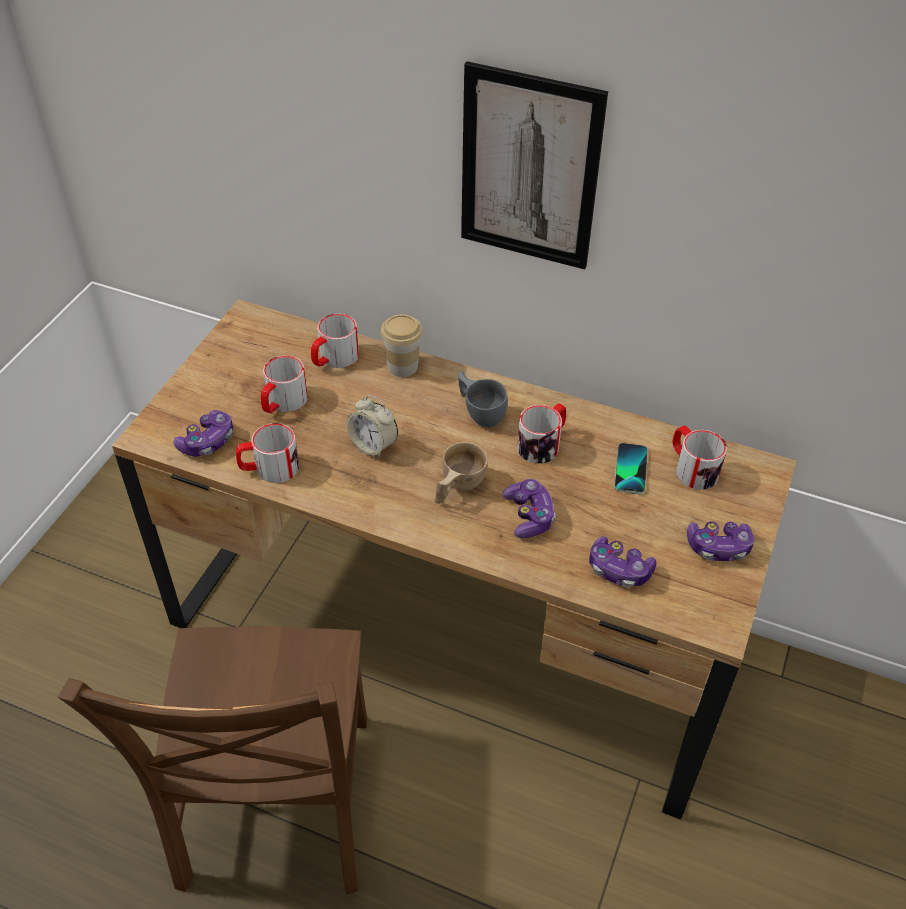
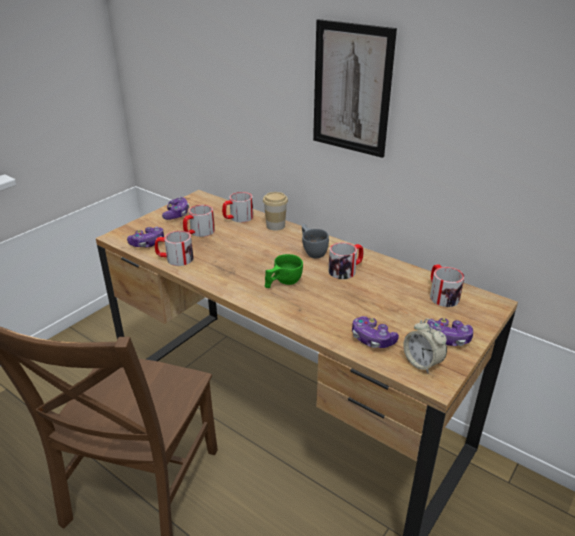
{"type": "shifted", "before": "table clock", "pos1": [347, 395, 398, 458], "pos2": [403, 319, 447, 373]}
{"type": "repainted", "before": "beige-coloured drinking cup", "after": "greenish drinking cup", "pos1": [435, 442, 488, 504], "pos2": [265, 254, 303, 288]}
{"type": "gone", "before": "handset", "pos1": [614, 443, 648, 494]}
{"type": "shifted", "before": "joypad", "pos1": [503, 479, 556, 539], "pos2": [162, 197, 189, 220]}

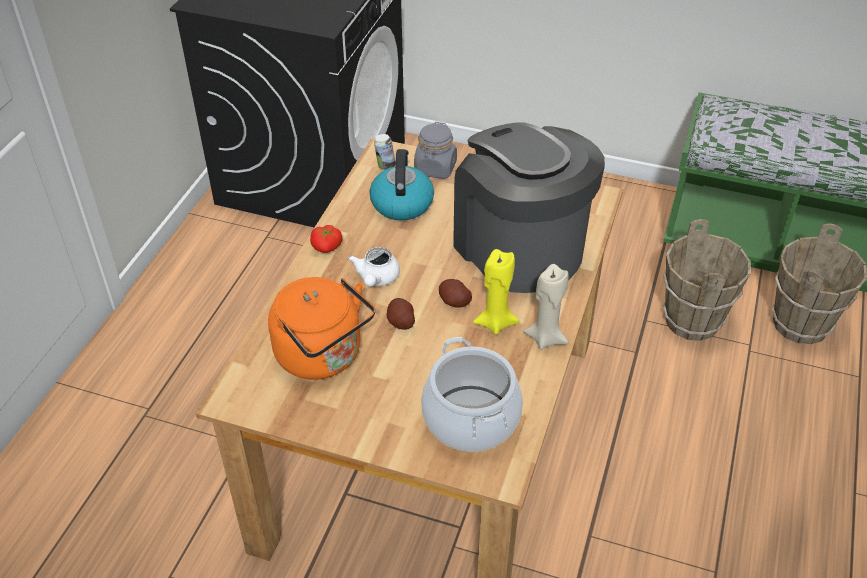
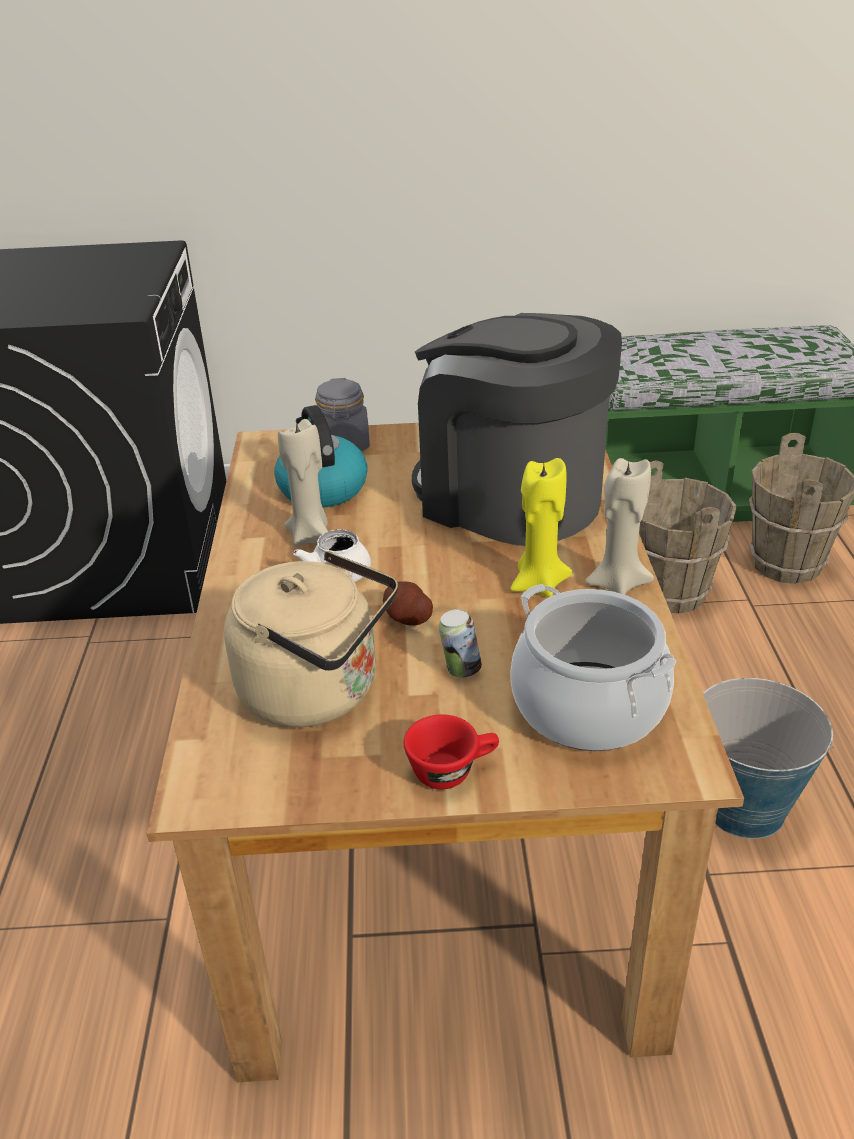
{"type": "shifted", "before": "sealed can", "pos1": [374, 134, 396, 170], "pos2": [439, 609, 482, 678]}
{"type": "gone", "before": "fresh tomato", "pos1": [310, 225, 343, 253]}
{"type": "repainted", "before": "orangey kettle", "after": "beige-coloured kettle", "pos1": [268, 277, 375, 380], "pos2": [224, 551, 398, 727]}
{"type": "gone", "before": "potato", "pos1": [439, 279, 472, 308]}
{"type": "new", "after": "beige-coloured wax candle", "pos2": [278, 419, 328, 547]}
{"type": "new", "after": "bucket", "pos2": [703, 678, 834, 839]}
{"type": "new", "after": "reddish drinking cup", "pos2": [404, 714, 499, 789]}

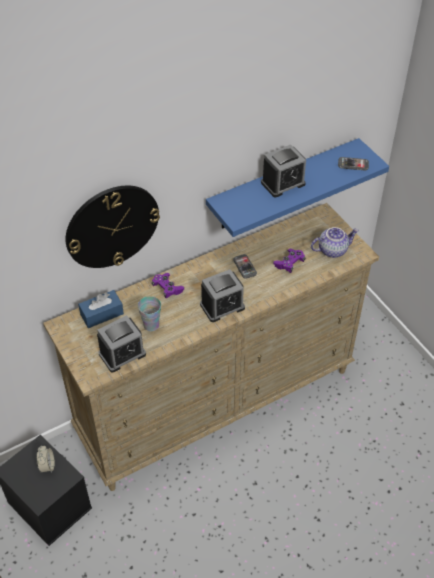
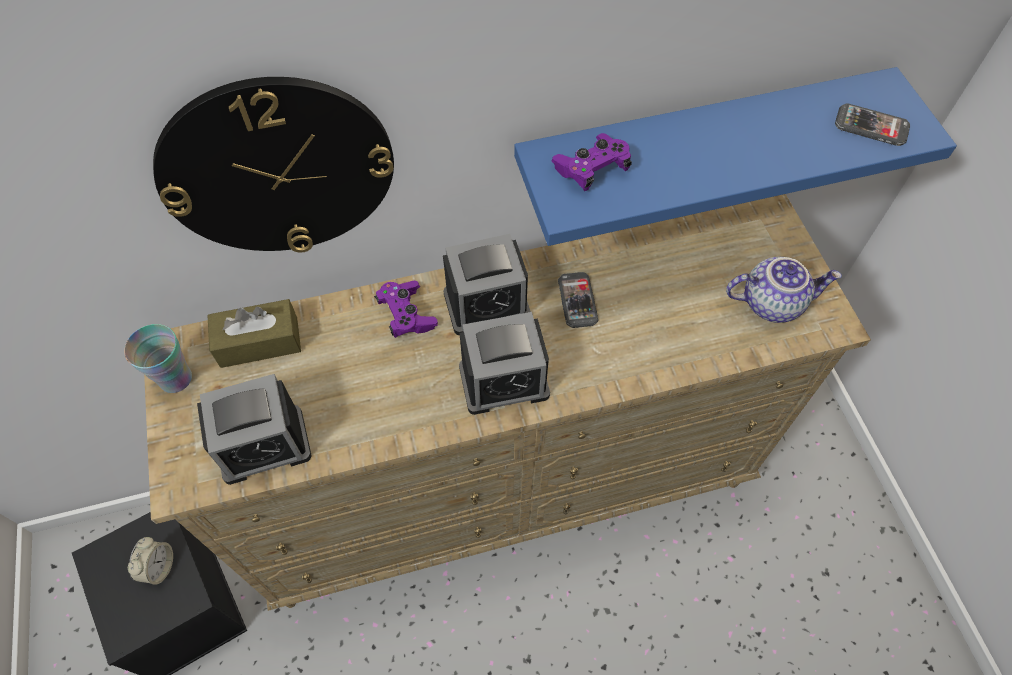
{"type": "shifted", "before": "table clock", "pos1": [261, 145, 306, 198], "pos2": [443, 234, 531, 335]}
{"type": "shifted", "before": "purple joypad", "pos1": [273, 249, 306, 273], "pos2": [551, 133, 632, 191]}
{"type": "repainted", "before": "blue box of tissues", "after": "brown box of tissues", "pos1": [78, 290, 124, 328], "pos2": [207, 299, 301, 368]}
{"type": "shifted", "before": "drinking cup", "pos1": [138, 296, 161, 331], "pos2": [124, 324, 192, 393]}

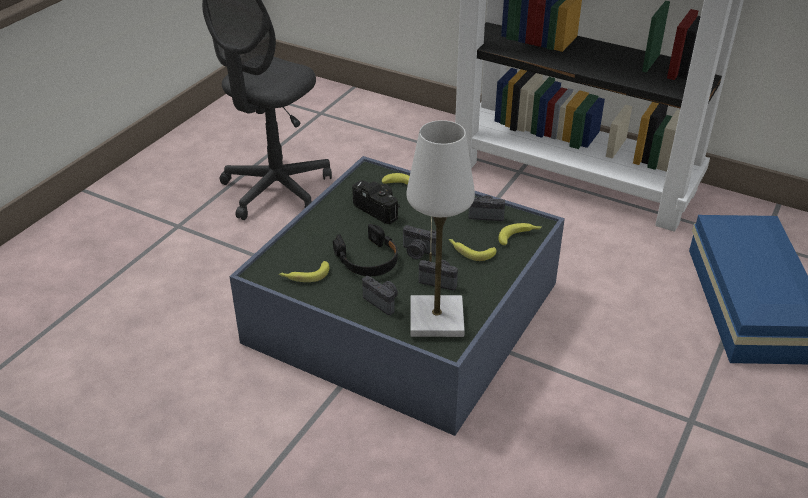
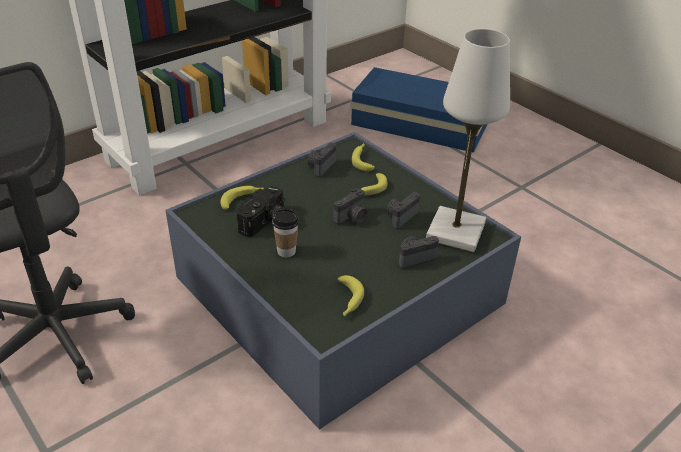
{"type": "rotated", "before": "photo camera", "pos1": [352, 180, 400, 224], "pos2": [237, 186, 287, 237], "turn": 150}
{"type": "gone", "before": "blackish pair of headphones", "pos1": [333, 224, 398, 276]}
{"type": "new", "after": "drinking cup", "pos2": [272, 209, 299, 257]}

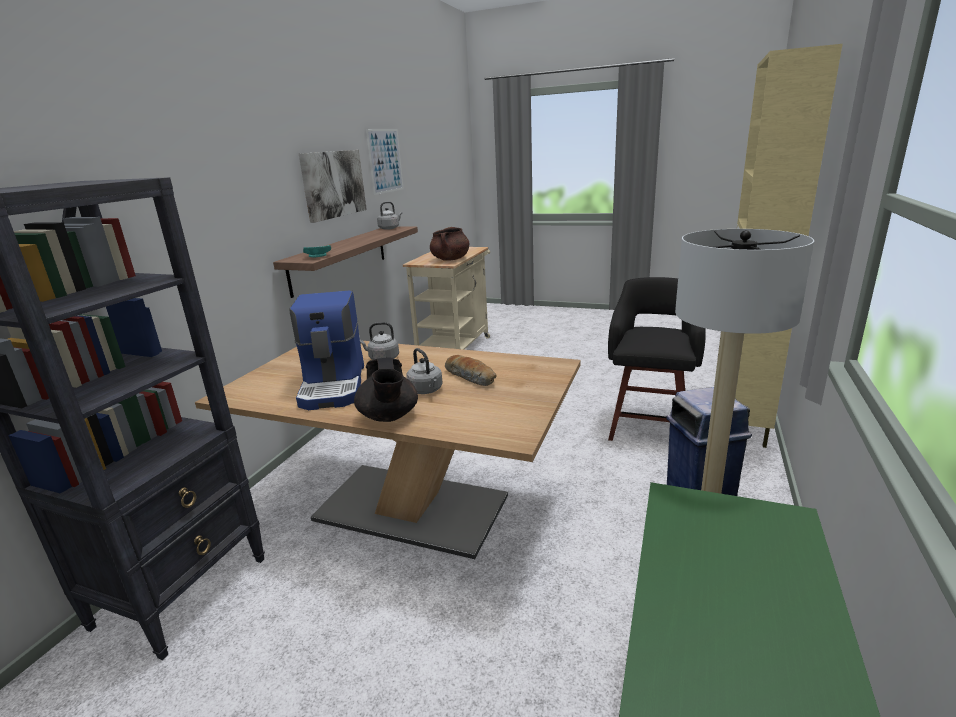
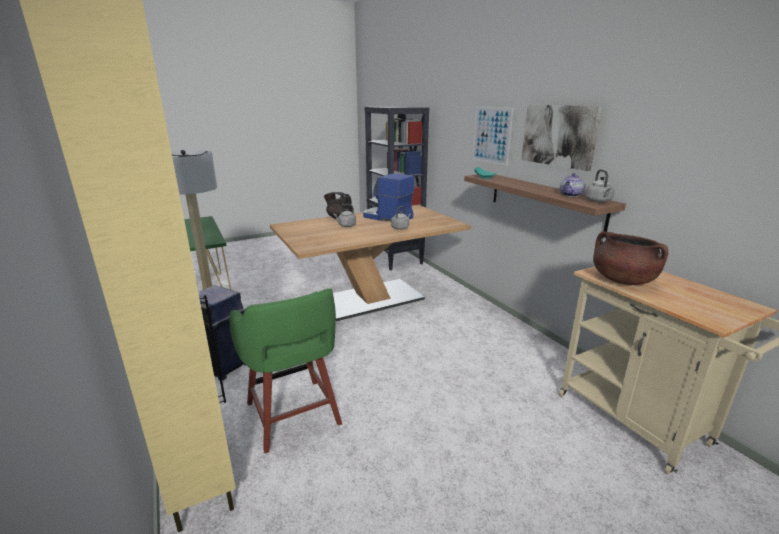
{"type": "shifted", "before": "picture", "pos1": [366, 129, 404, 195], "pos2": [473, 106, 513, 166]}
{"type": "repainted", "before": "blackish stool", "after": "greenish stool", "pos1": [608, 277, 706, 441], "pos2": [230, 288, 342, 453]}
{"type": "gone", "before": "baked bread", "pos1": [445, 355, 497, 386]}
{"type": "new", "after": "pot for tea", "pos2": [560, 173, 584, 197]}

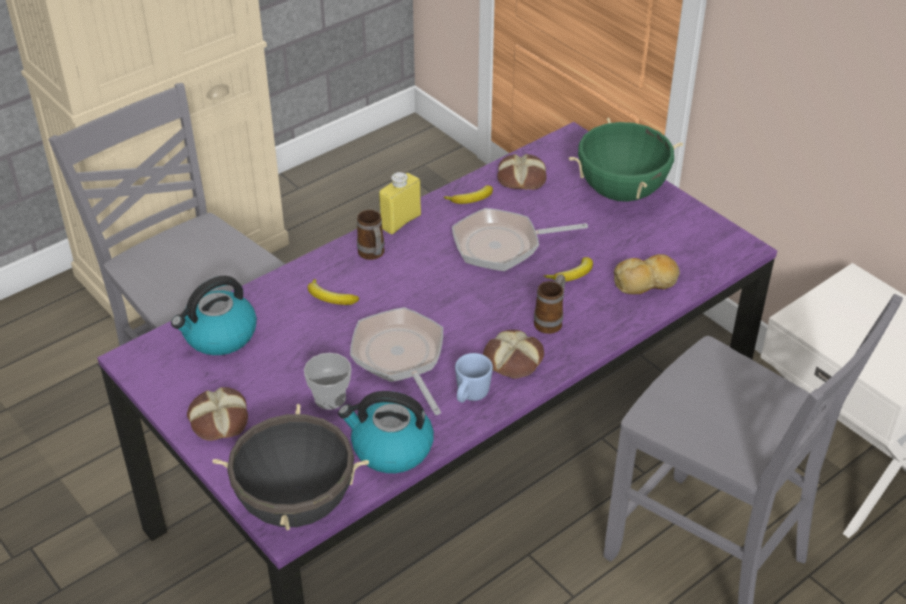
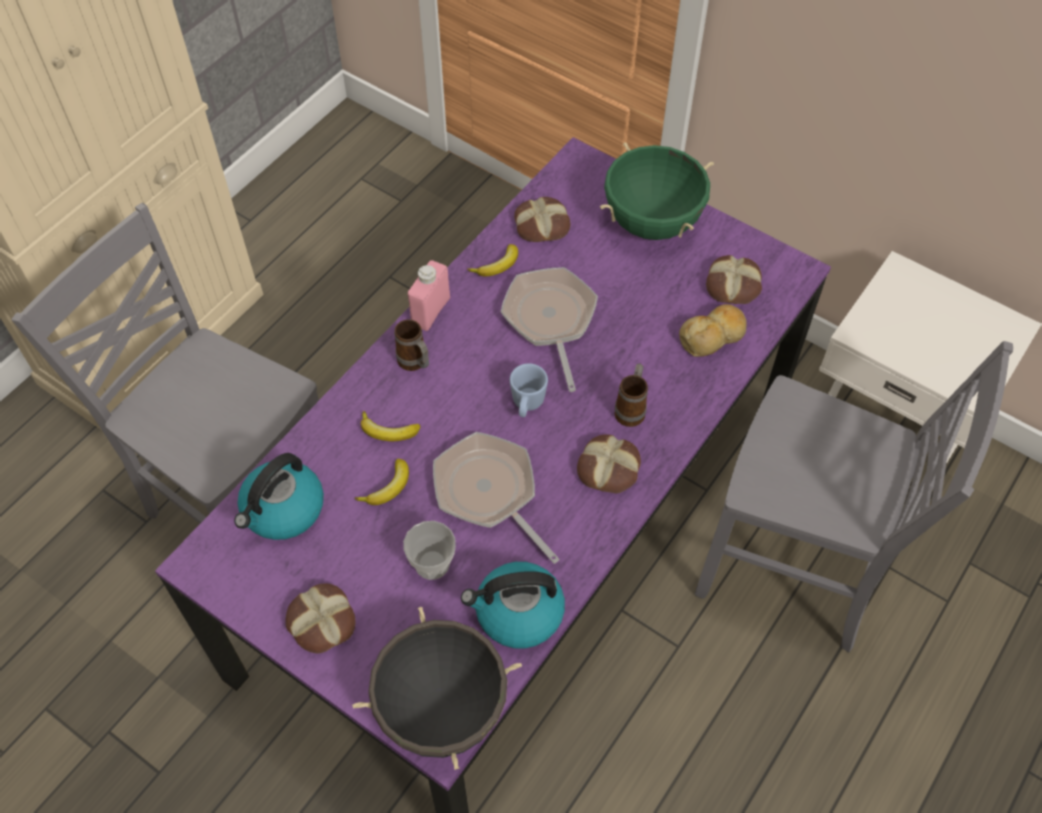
{"type": "repainted", "before": "yellow drink bottle", "after": "pink-coloured drink bottle", "pos1": [379, 172, 421, 234], "pos2": [408, 260, 450, 331]}
{"type": "rotated", "before": "pan", "pos1": [452, 208, 588, 271], "pos2": [501, 267, 598, 392], "turn": 105}
{"type": "shifted", "before": "whole banana", "pos1": [544, 257, 593, 282], "pos2": [355, 459, 409, 505]}
{"type": "shifted", "before": "blue coffee mug", "pos1": [455, 353, 493, 403], "pos2": [510, 363, 548, 417]}
{"type": "new", "after": "baked bread", "pos2": [706, 255, 762, 304]}

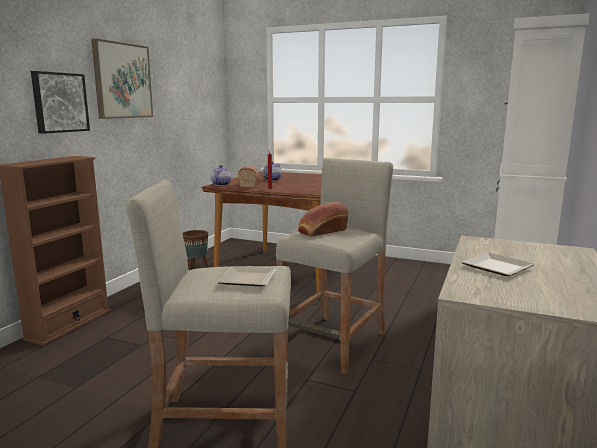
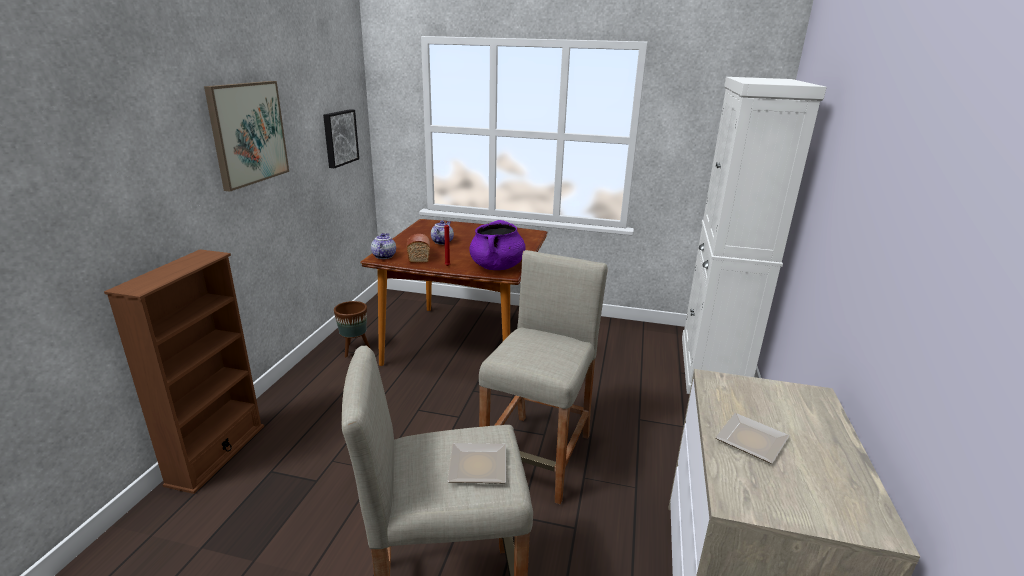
{"type": "shifted", "before": "picture", "pos1": [31, 71, 90, 134], "pos2": [323, 109, 359, 168]}
{"type": "gone", "before": "baked bread", "pos1": [298, 202, 348, 237]}
{"type": "new", "after": "purple cooking pot", "pos2": [469, 220, 526, 270]}

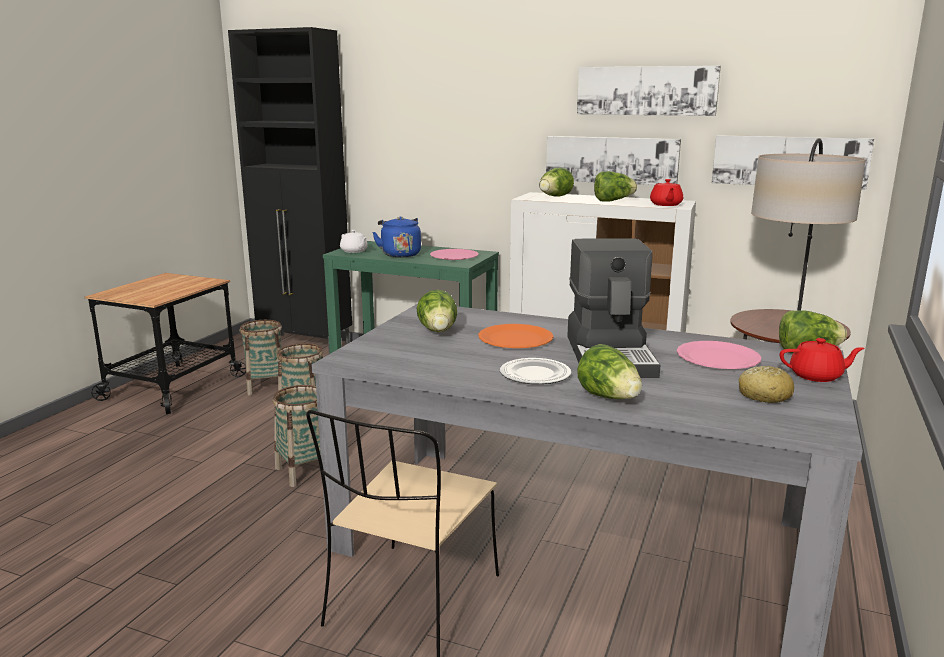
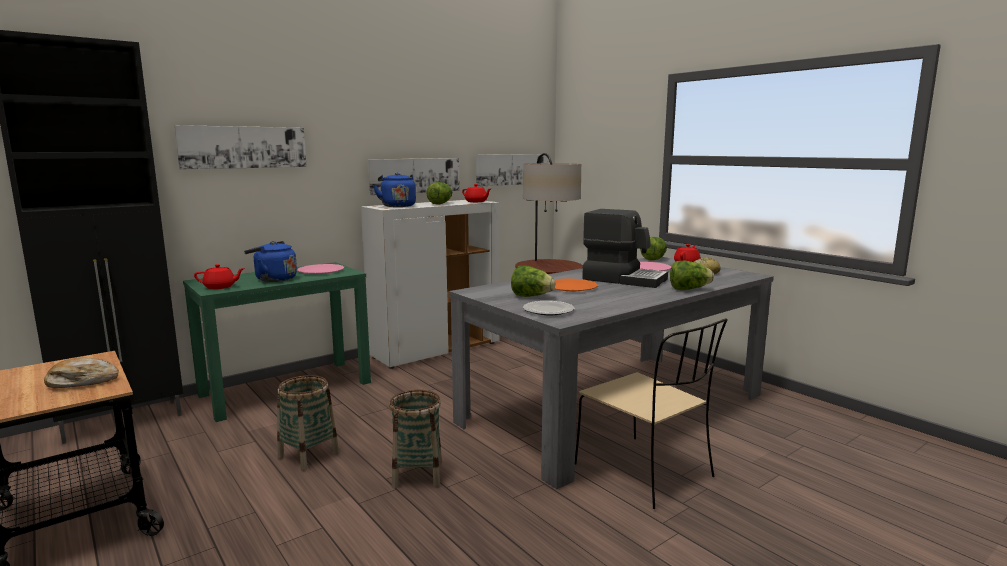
{"type": "shifted", "before": "picture", "pos1": [577, 66, 721, 116], "pos2": [174, 125, 307, 169]}
{"type": "swapped", "before": "lettuce", "after": "blue kettle", "pos1": [539, 168, 574, 196], "pos2": [373, 172, 416, 207]}
{"type": "repainted", "before": "whitish pot for tea", "after": "reddish pot for tea", "pos1": [340, 230, 368, 253], "pos2": [194, 264, 245, 289]}
{"type": "gone", "before": "storage basket", "pos1": [240, 320, 282, 396]}
{"type": "shifted", "before": "plate", "pos1": [500, 358, 571, 384], "pos2": [523, 301, 574, 315]}
{"type": "new", "after": "baked bread", "pos2": [44, 358, 119, 388]}

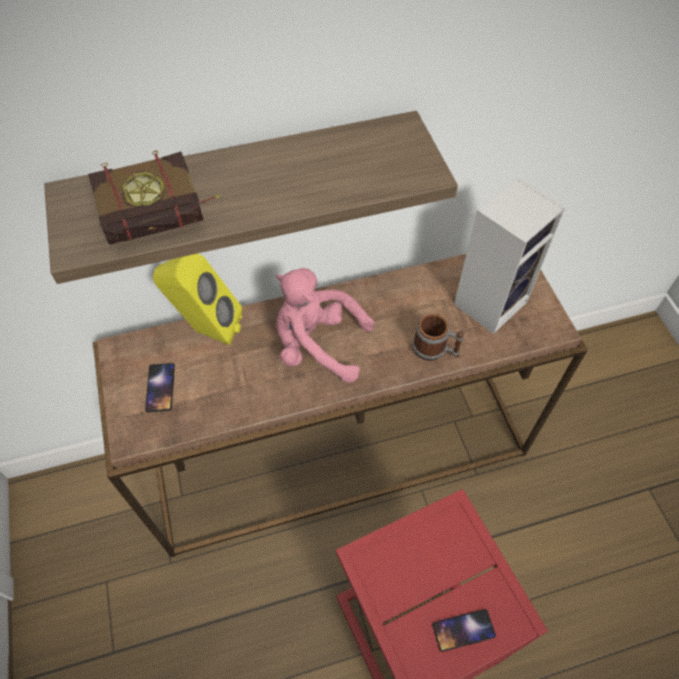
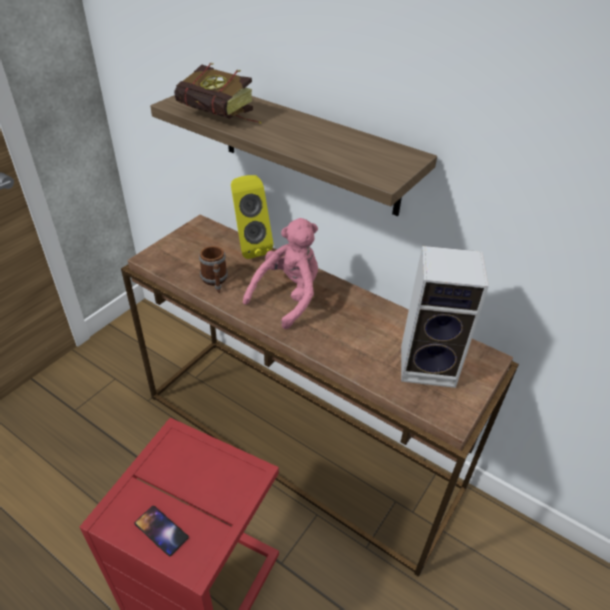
{"type": "rotated", "before": "pink-coloured soft toy", "pos1": [276, 268, 374, 383], "pos2": [243, 218, 318, 329], "turn": 60}
{"type": "shifted", "before": "coffee mug", "pos1": [412, 314, 464, 361], "pos2": [199, 246, 228, 293]}
{"type": "gone", "before": "handset", "pos1": [145, 363, 175, 412]}

